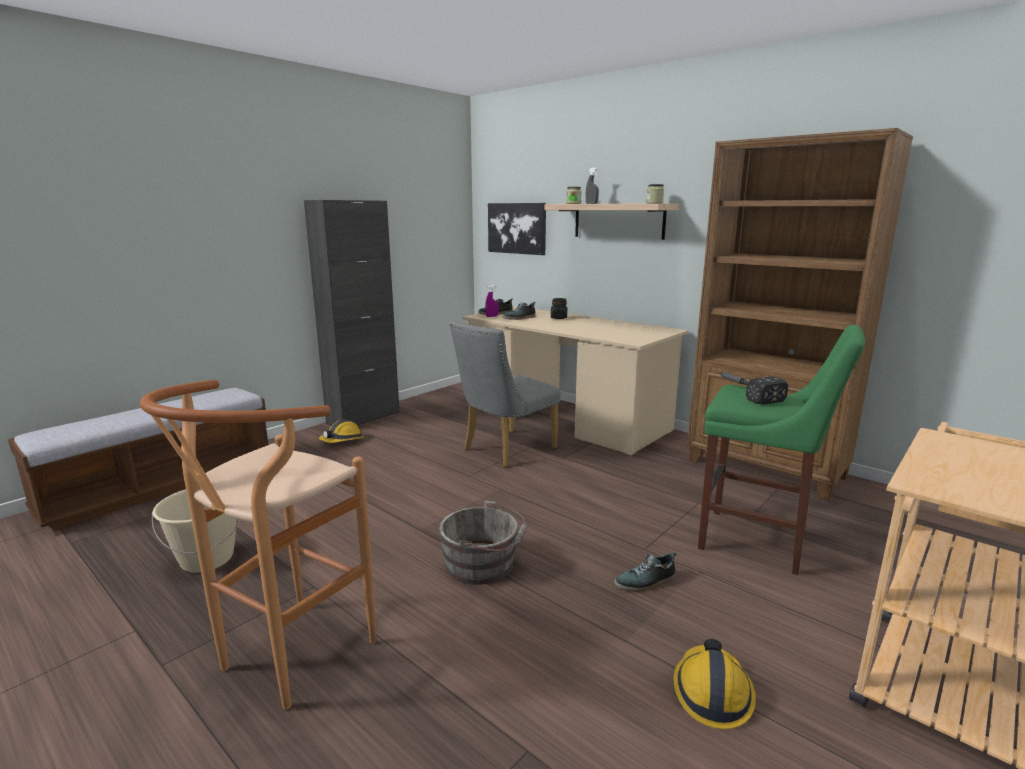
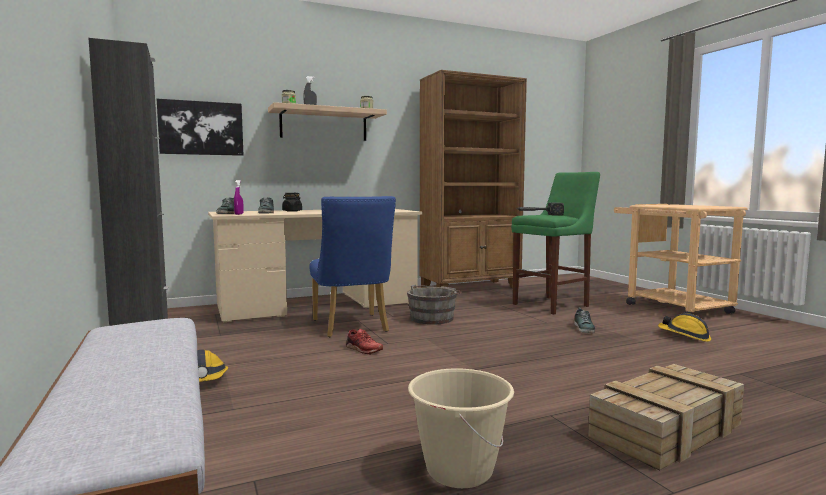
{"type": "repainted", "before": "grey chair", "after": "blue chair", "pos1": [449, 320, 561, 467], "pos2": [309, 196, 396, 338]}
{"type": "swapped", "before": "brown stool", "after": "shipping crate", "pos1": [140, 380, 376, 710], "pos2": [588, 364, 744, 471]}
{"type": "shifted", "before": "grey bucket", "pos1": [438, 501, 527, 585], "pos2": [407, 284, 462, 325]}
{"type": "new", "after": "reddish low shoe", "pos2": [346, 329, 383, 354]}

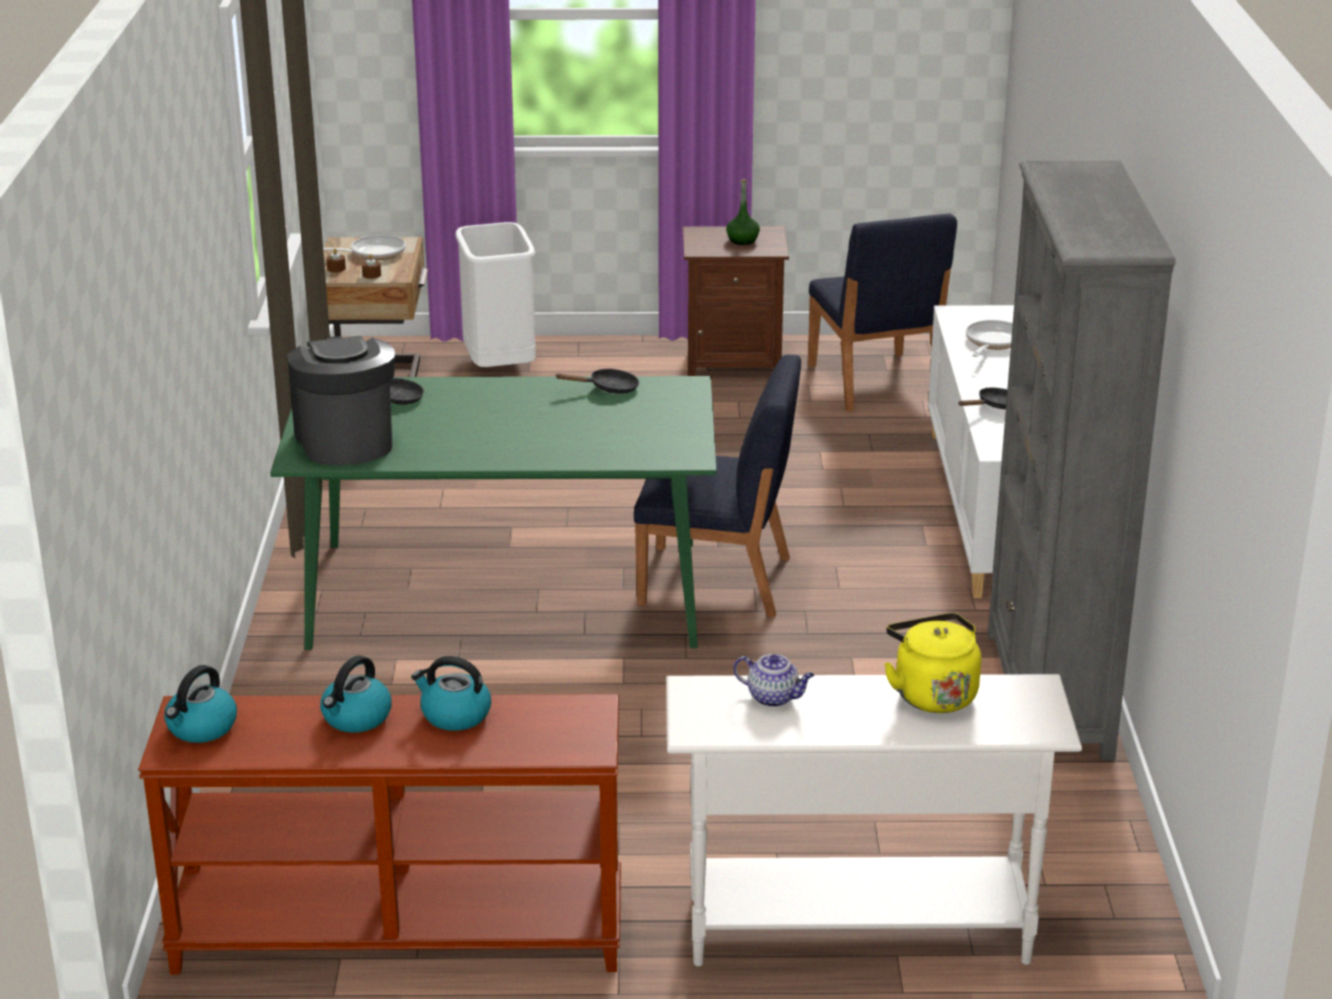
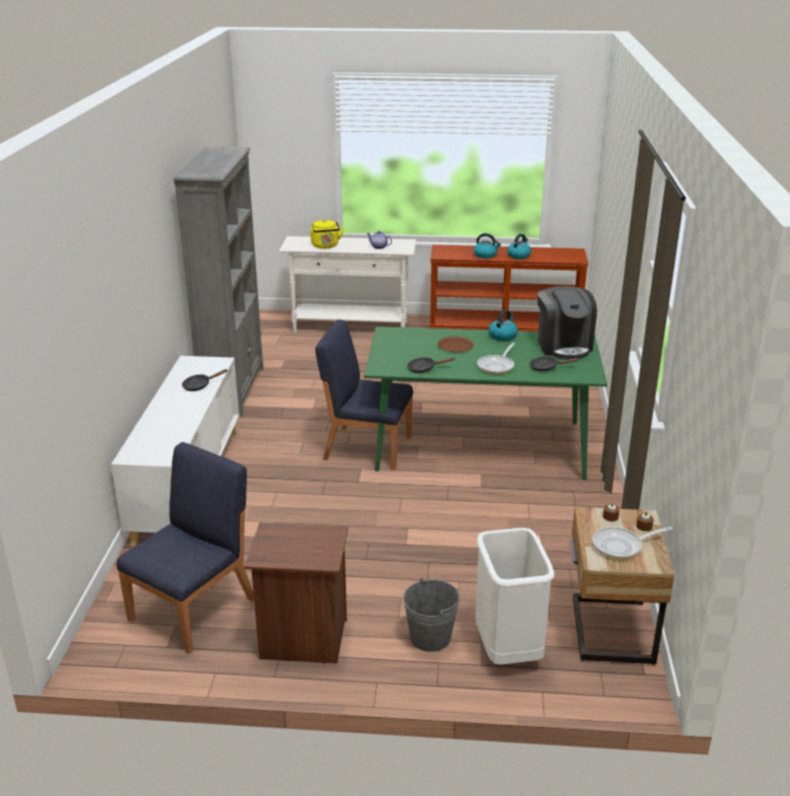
{"type": "gone", "before": "greenish drink bottle", "pos1": [726, 179, 760, 245]}
{"type": "rotated", "before": "blue chair", "pos1": [808, 214, 957, 412], "pos2": [117, 442, 254, 654], "turn": 45}
{"type": "shifted", "before": "pan", "pos1": [966, 320, 1013, 357], "pos2": [477, 343, 515, 374]}
{"type": "shifted", "before": "kettle", "pos1": [164, 665, 237, 743], "pos2": [489, 310, 518, 341]}
{"type": "new", "after": "brown plate", "pos2": [438, 337, 474, 352]}
{"type": "new", "after": "grey bucket", "pos2": [403, 578, 460, 652]}

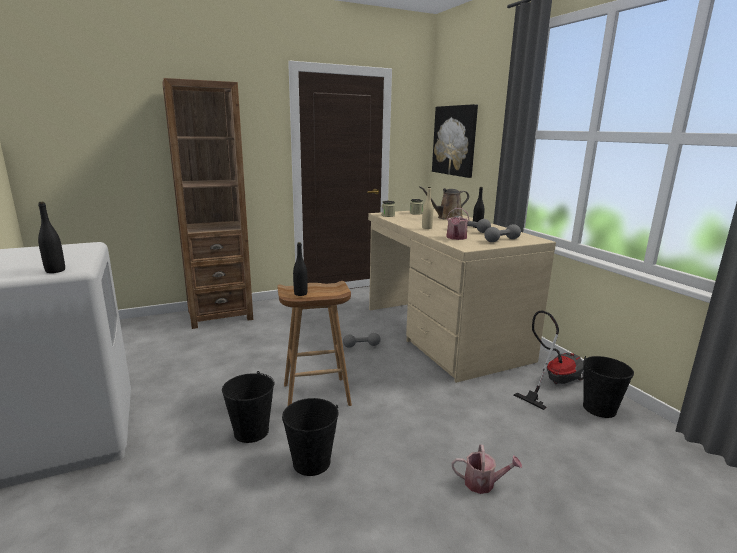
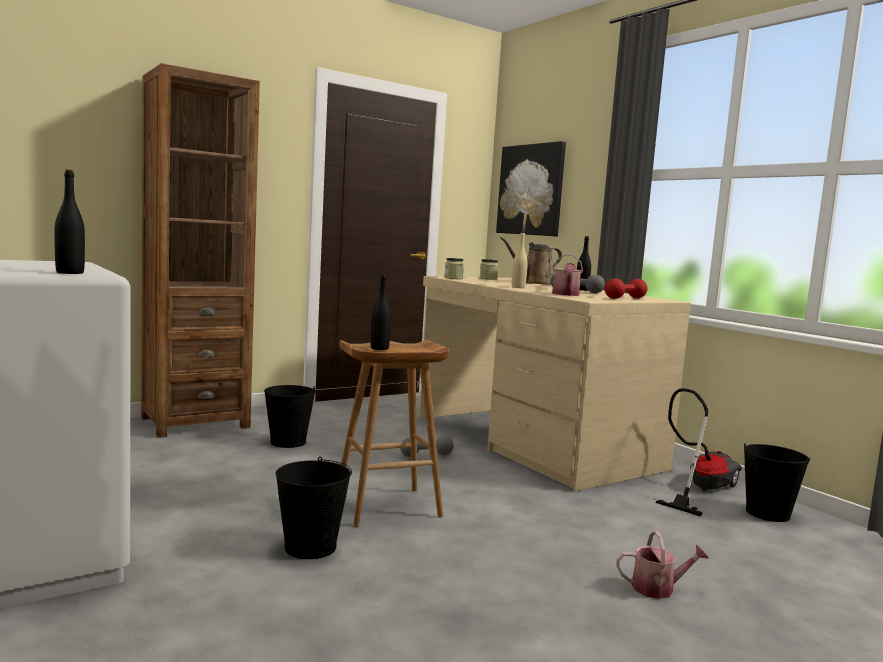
{"type": "repainted", "before": "grey dumbbell", "after": "reddish dumbbell", "pos1": [484, 224, 521, 242], "pos2": [604, 279, 648, 299]}
{"type": "shifted", "before": "blackish bucket", "pos1": [282, 398, 338, 476], "pos2": [264, 385, 316, 448]}

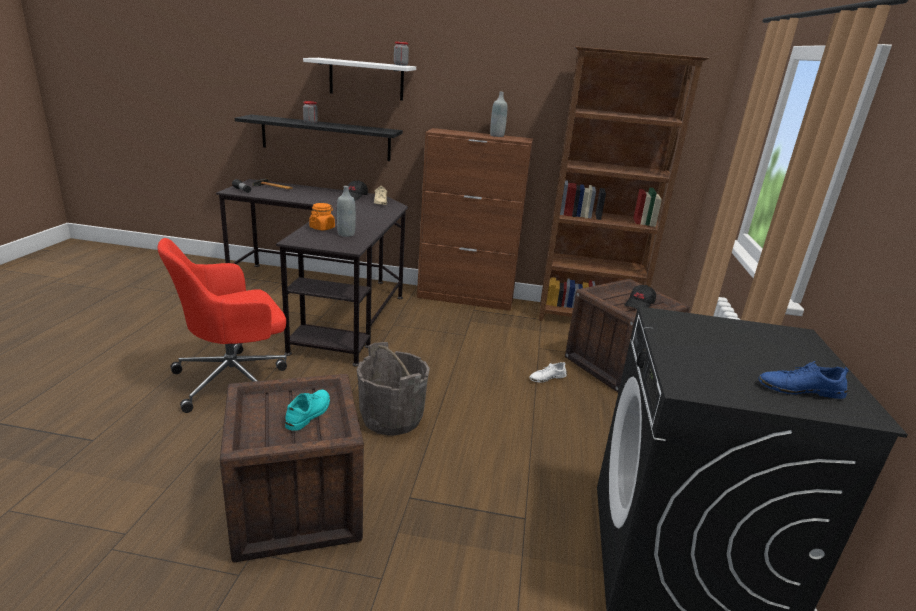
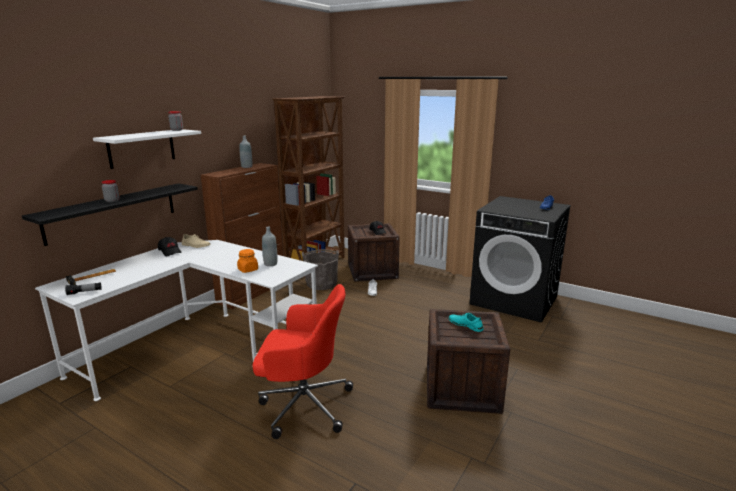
{"type": "repainted", "before": "blackish desk", "after": "whitish desk", "pos1": [216, 179, 408, 367], "pos2": [35, 240, 318, 401]}
{"type": "rotated", "before": "reddish computer chair", "pos1": [157, 238, 287, 413], "pos2": [253, 284, 353, 439], "turn": -75}
{"type": "shifted", "before": "grey bucket", "pos1": [357, 342, 430, 436], "pos2": [302, 249, 339, 290]}

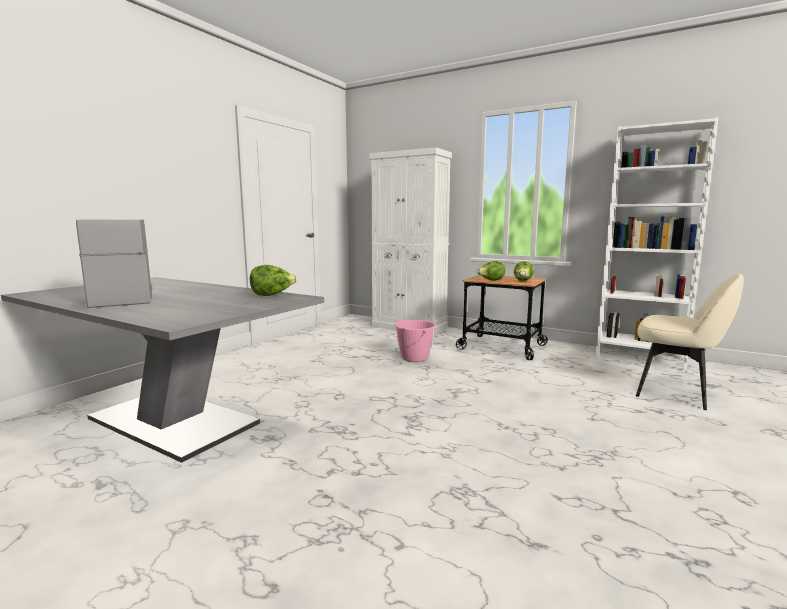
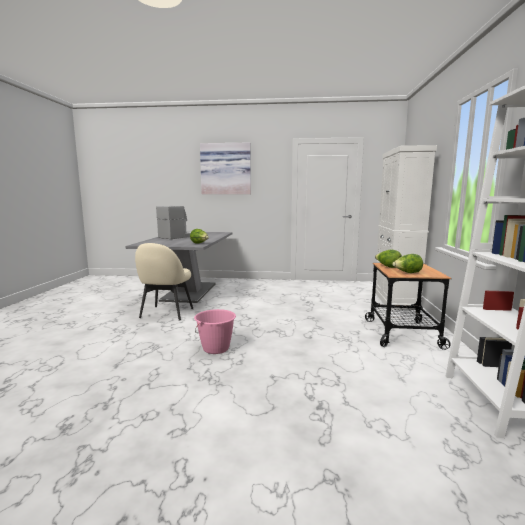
{"type": "shifted", "before": "beige-coloured chair", "pos1": [636, 273, 744, 410], "pos2": [135, 243, 193, 321]}
{"type": "shifted", "before": "pink-coloured bucket", "pos1": [394, 320, 436, 362], "pos2": [194, 309, 236, 354]}
{"type": "new", "after": "picture", "pos2": [200, 143, 251, 194]}

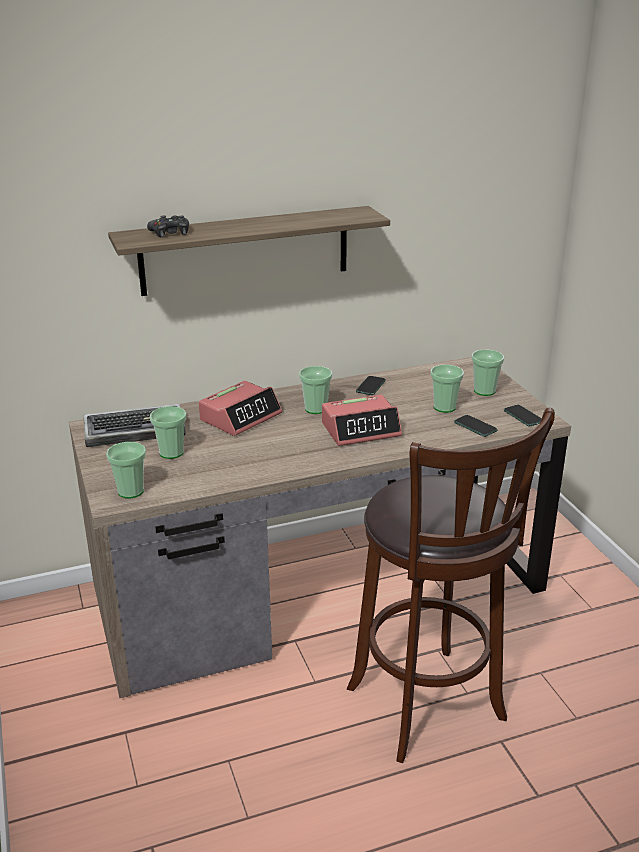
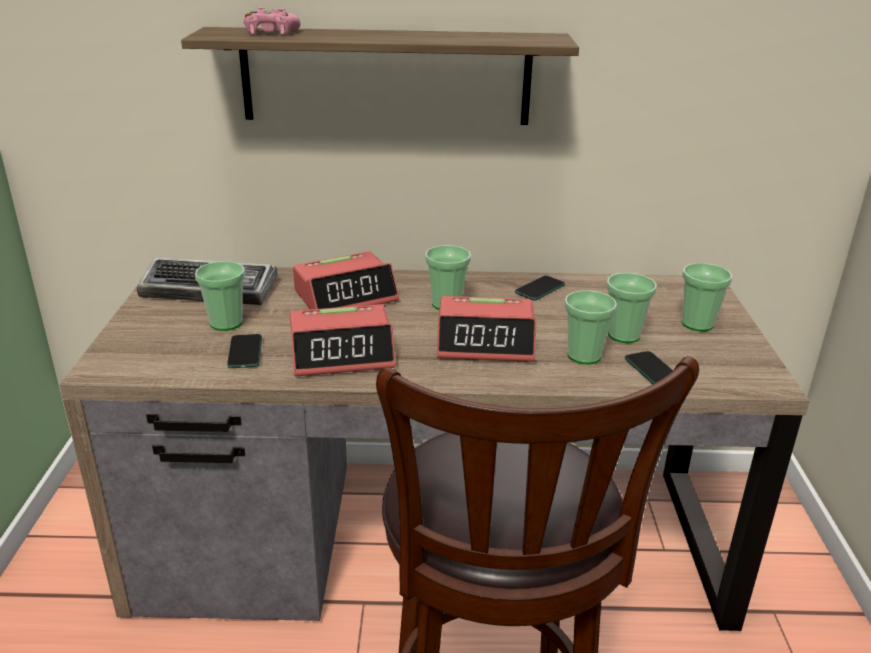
{"type": "repainted", "before": "blackish joypad", "after": "pink-coloured joypad", "pos1": [147, 215, 189, 237], "pos2": [244, 7, 300, 35]}
{"type": "shifted", "before": "handset", "pos1": [504, 405, 541, 426], "pos2": [227, 334, 262, 368]}
{"type": "shifted", "before": "drinking cup", "pos1": [106, 442, 146, 498], "pos2": [564, 290, 617, 364]}
{"type": "new", "after": "table clock", "pos2": [290, 304, 396, 377]}

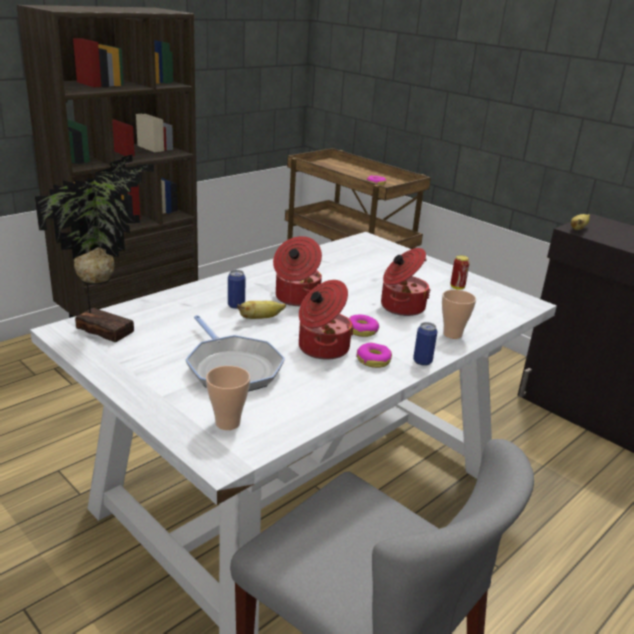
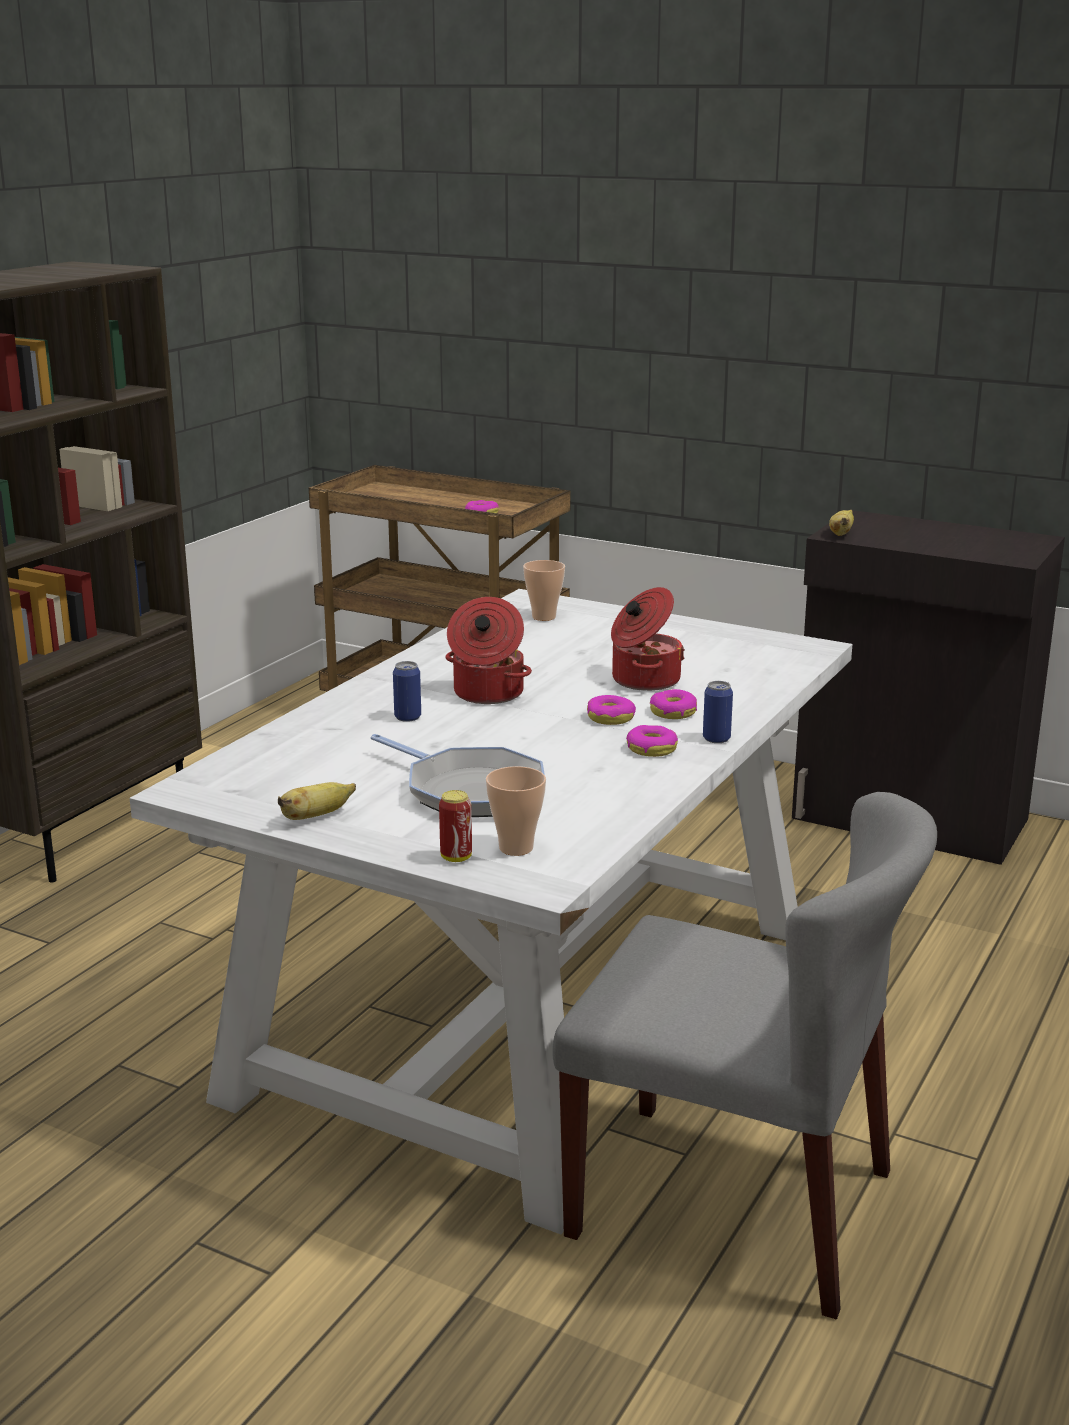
{"type": "gone", "before": "houseplant", "pos1": [35, 151, 154, 342]}
{"type": "shifted", "before": "sealed can", "pos1": [450, 255, 470, 290], "pos2": [439, 790, 472, 862]}
{"type": "gone", "before": "cooking pot", "pos1": [299, 280, 354, 360]}
{"type": "shifted", "before": "drinking cup", "pos1": [442, 290, 476, 339], "pos2": [523, 560, 565, 621]}
{"type": "shifted", "before": "whole banana", "pos1": [237, 301, 286, 319], "pos2": [278, 782, 356, 820]}
{"type": "new", "after": "doughnut", "pos2": [650, 689, 697, 719]}

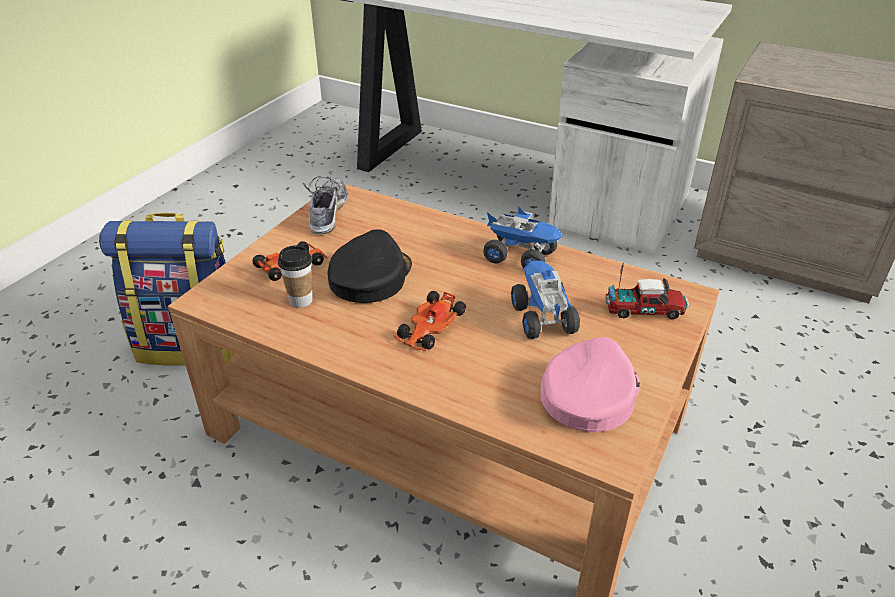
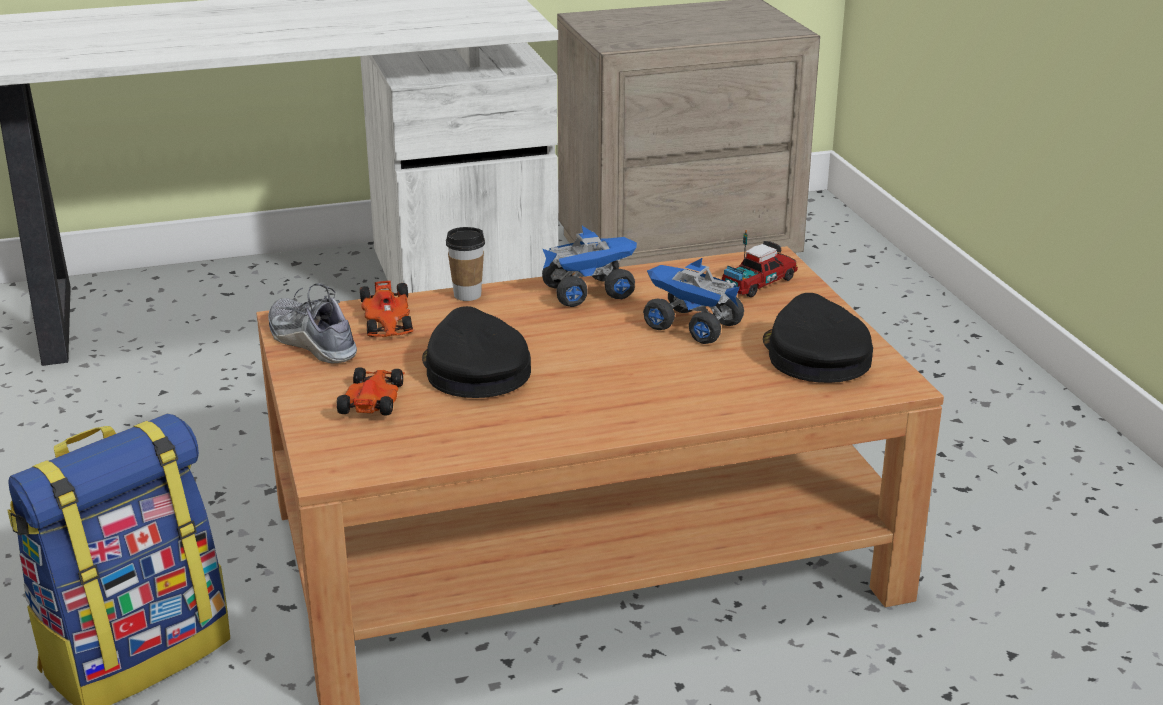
{"type": "shifted", "before": "drinking cup", "pos1": [278, 245, 313, 308], "pos2": [446, 227, 485, 301]}
{"type": "shifted", "before": "model car", "pos1": [393, 291, 466, 351], "pos2": [360, 281, 414, 337]}
{"type": "repainted", "before": "pink-coloured baseball cap", "after": "blackish baseball cap", "pos1": [540, 337, 640, 432], "pos2": [763, 293, 873, 383]}

